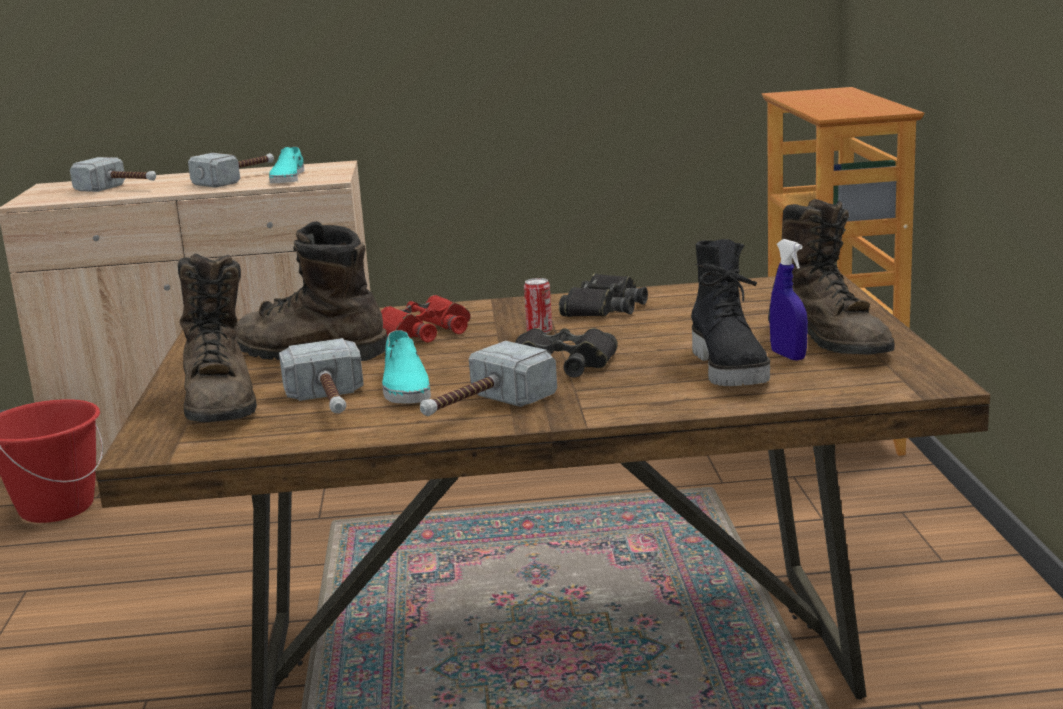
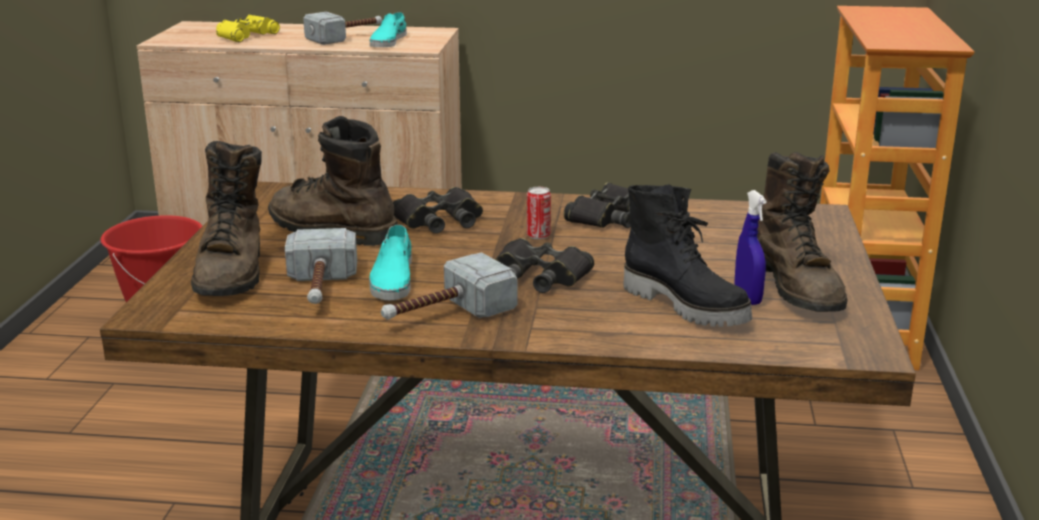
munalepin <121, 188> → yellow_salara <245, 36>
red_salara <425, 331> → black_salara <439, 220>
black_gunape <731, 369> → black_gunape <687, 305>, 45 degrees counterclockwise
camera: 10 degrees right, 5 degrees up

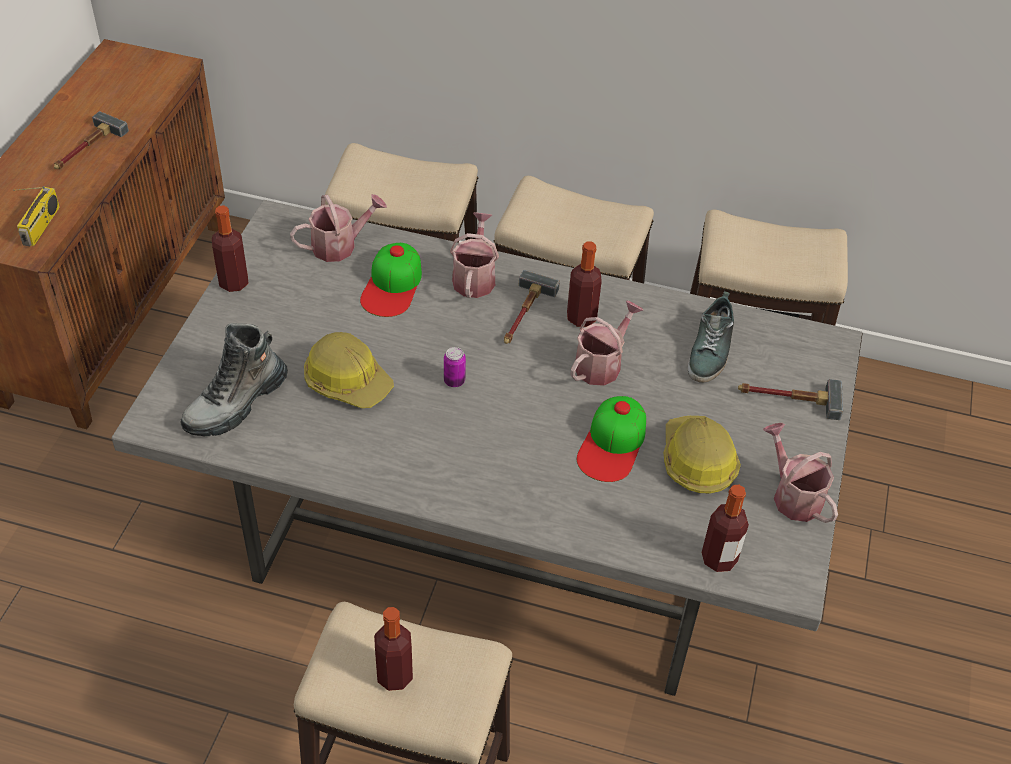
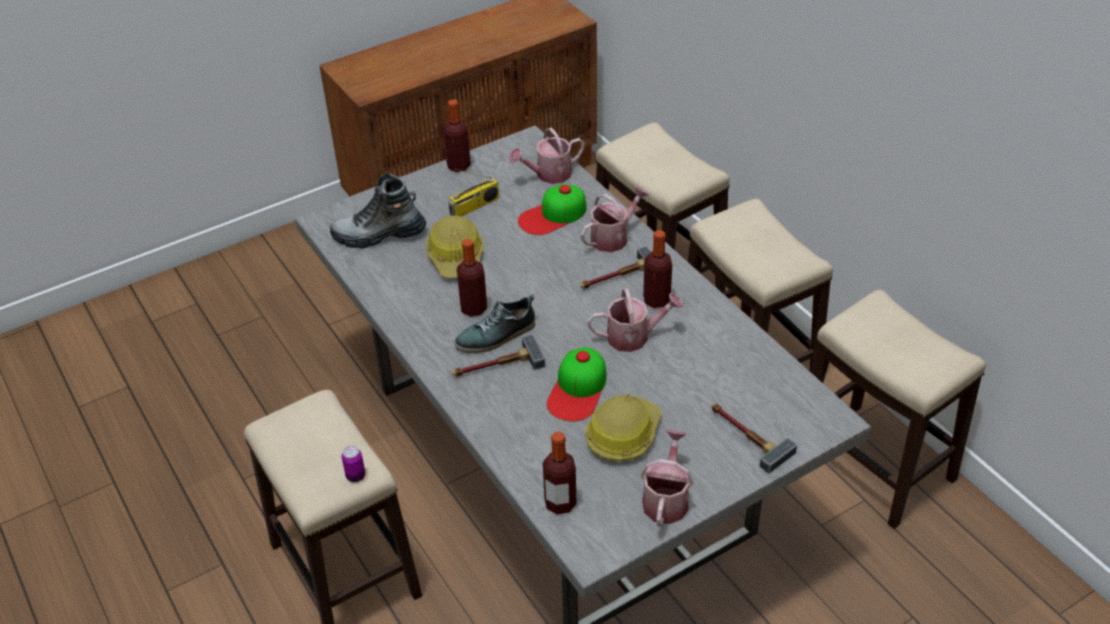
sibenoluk <41, 226> → sibenoluk <474, 207>, relocated
munalepin <86, 148> → munalepin <496, 366>, relocated
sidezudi <340, 245> → sidezudi <549, 175>, 135 degrees clockwise
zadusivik <394, 675> → zadusivik <474, 308>, relocated
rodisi <454, 381> → rodisi <356, 476>, relocated
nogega <612, 444> → nogega <578, 389>, 45 degrees counterclockwise
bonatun <710, 351> → bonatun <496, 336>, relocated
camera: 45 degrees right, 5 degrees down

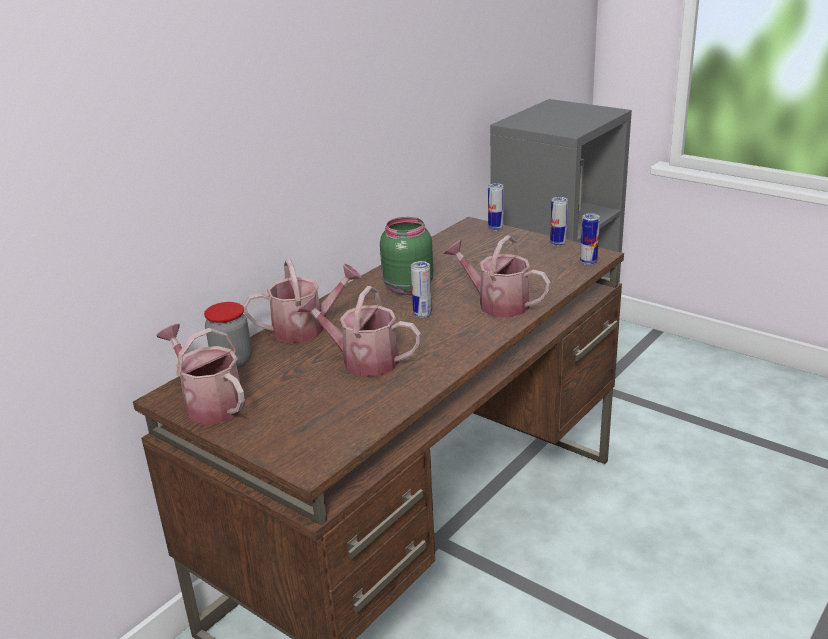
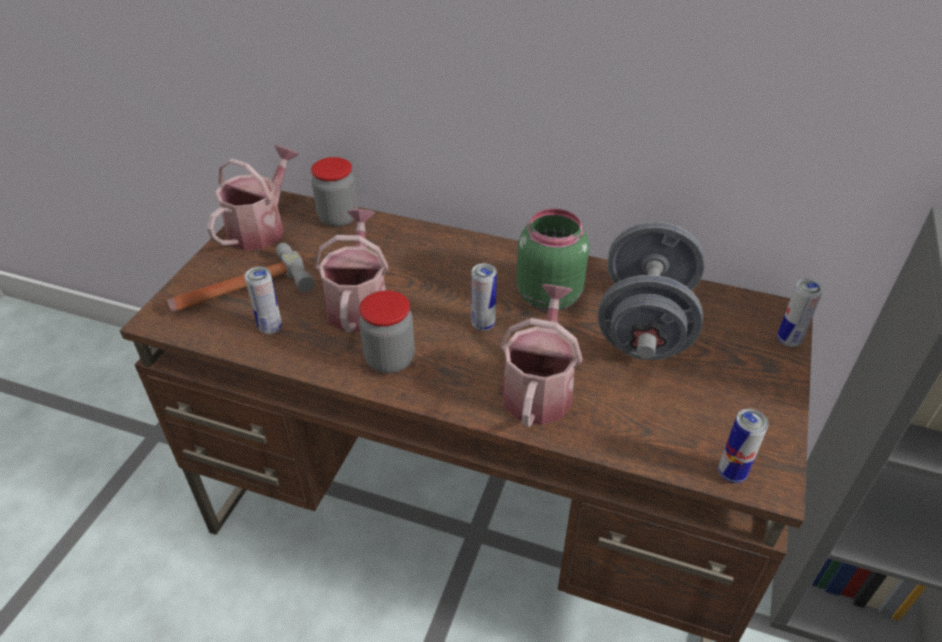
sidezudi <306, 328> → -
rodisi <558, 243> → rodisi <270, 328>, relocated
- → munalepin <239, 291>
- → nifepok <390, 360>
- → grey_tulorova <644, 325>
camera: 70 degrees right, 15 degrees up

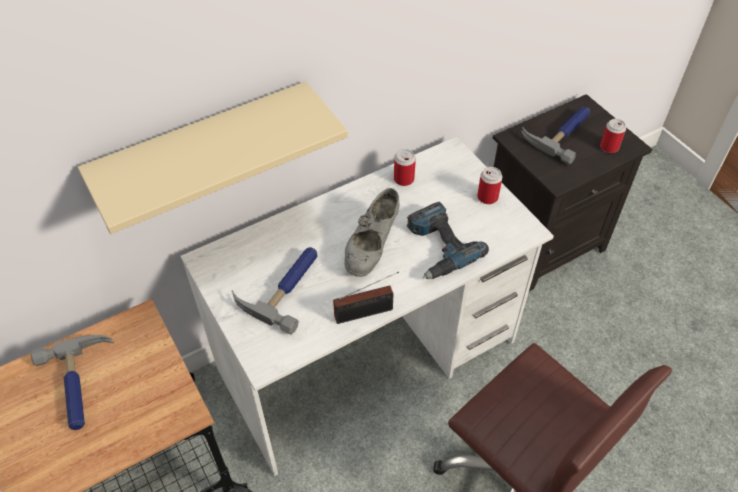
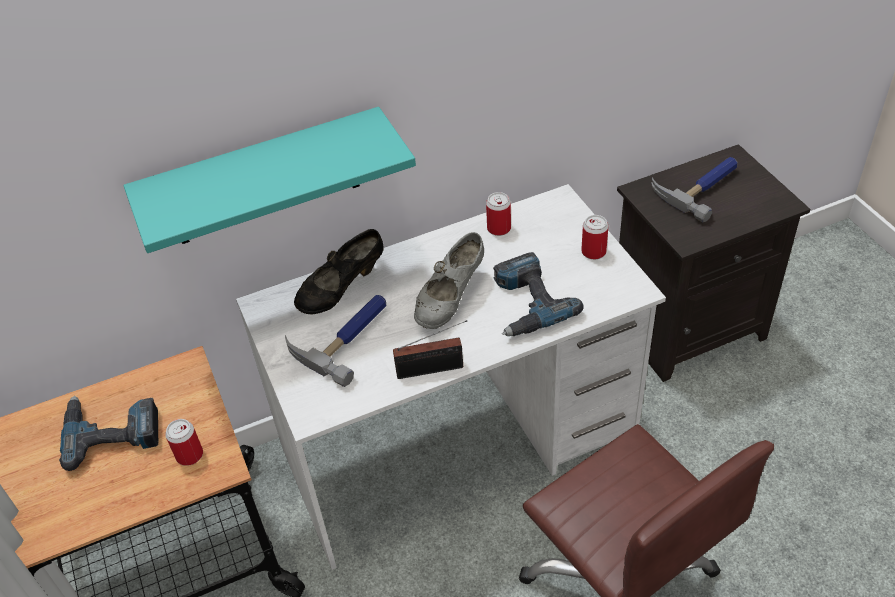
munalepin <79, 385> → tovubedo <112, 430>
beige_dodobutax <204, 151> → turquoise_dodobutax <264, 179>
rodisi <609, 147> → rodisi <189, 455>, relocated
- → black_bonatun <342, 290>
camera: 10 degrees right, 5 degrees down

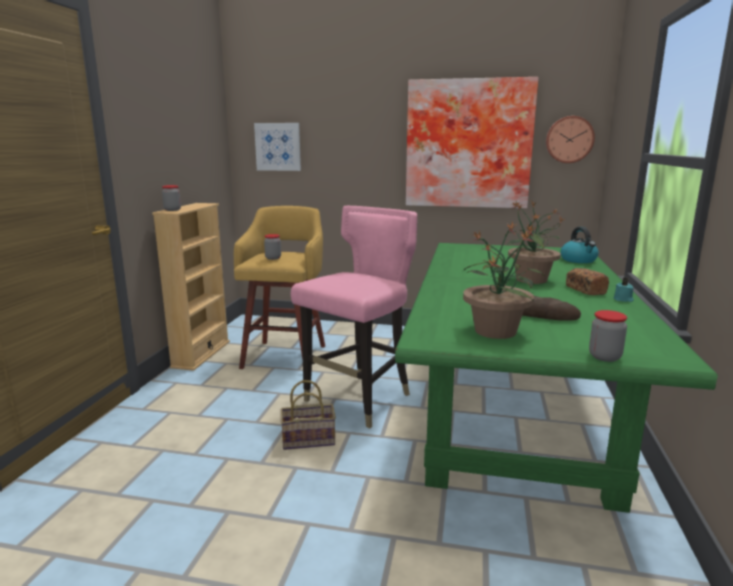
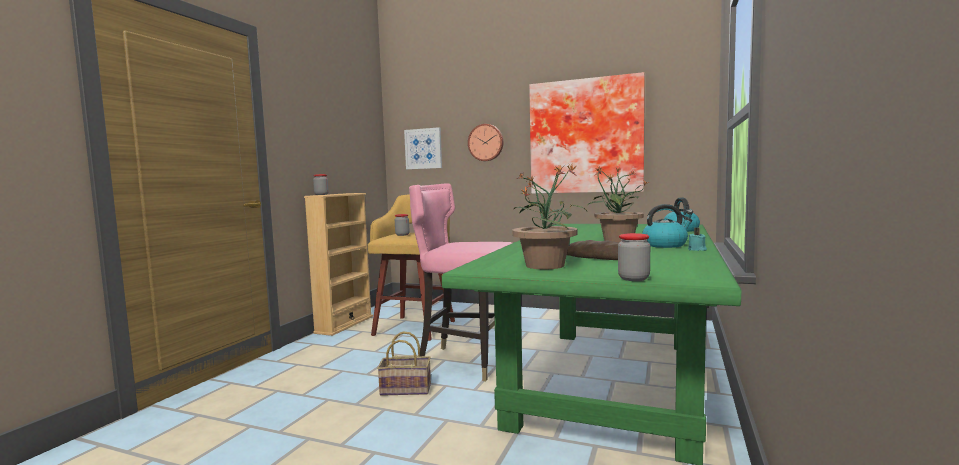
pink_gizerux <359, 400> → pink_gizerux <466, 362>, 120 degrees counterclockwise
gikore <569, 139> → gikore <486, 142>, relocated
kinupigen <585, 290> → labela <665, 245>
camera: 10 degrees right, 10 degrees down

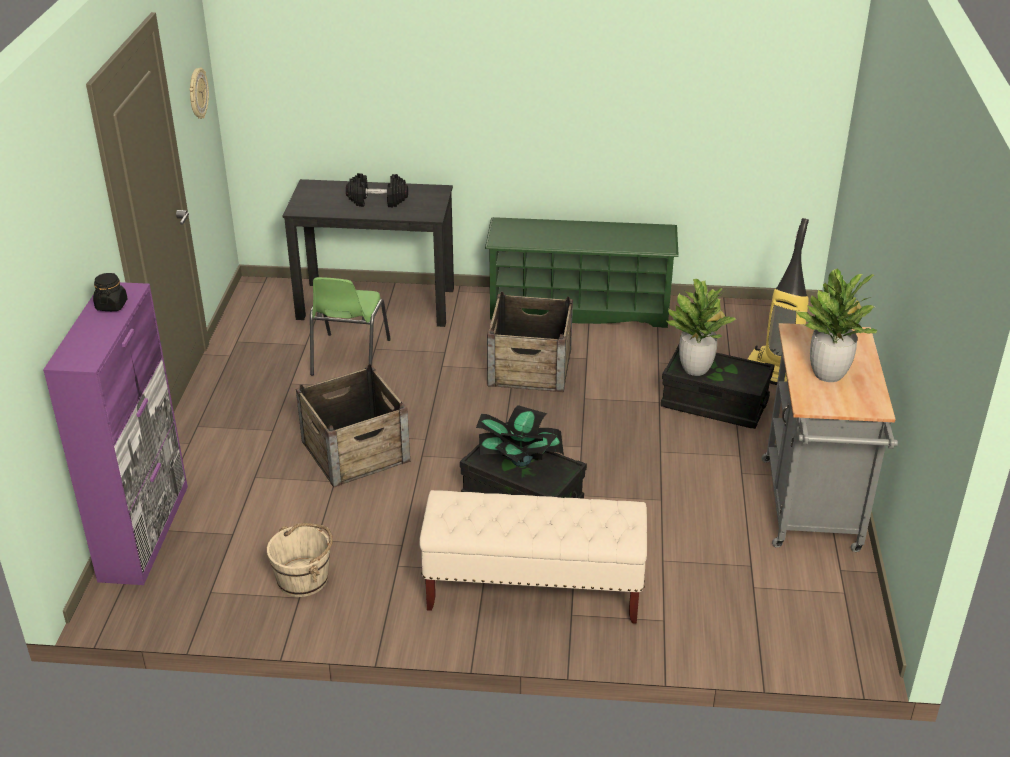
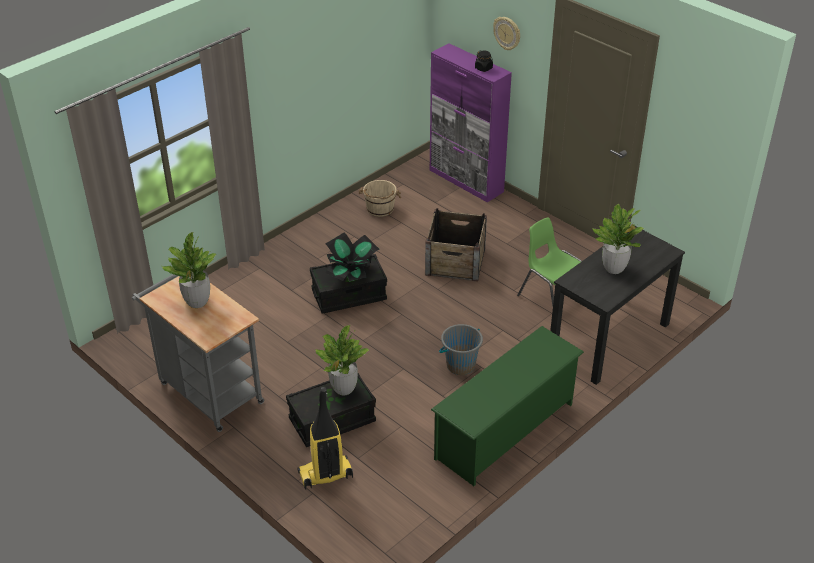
gikore <197, 93> → gikore <507, 33>, relocated
black_tulorova <377, 201> → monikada <614, 268>
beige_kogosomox <533, 590> → -
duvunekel <530, 367> → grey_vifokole <460, 365>
camera: 130 degrees right, 5 degrees up

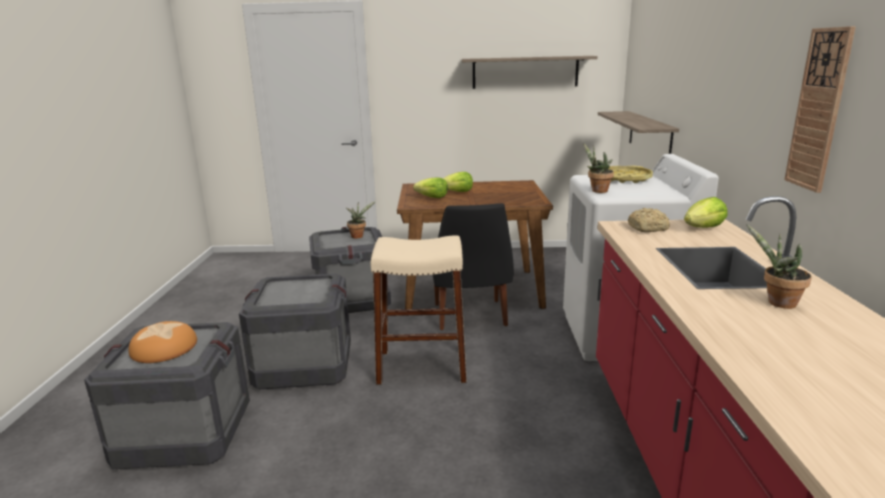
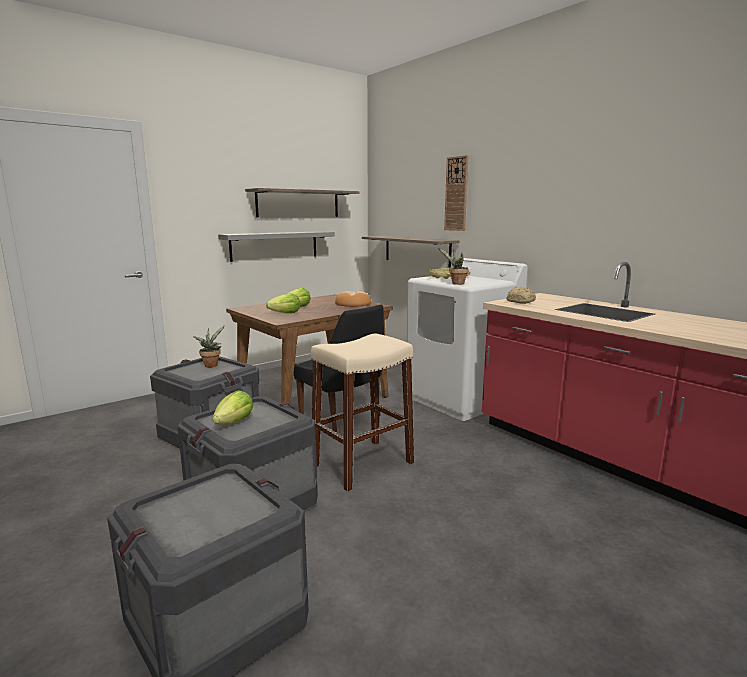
kinupigen <164, 348> → kinupigen <353, 304>, relocated
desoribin <704, 228> → desoribin <234, 422>, relocated
monikada <777, 303> → -
gikore <819, 110> → gikore <456, 194>, relocated
- → grey_dodobutax <274, 245>
camera: 40 degrees left, 5 degrees down

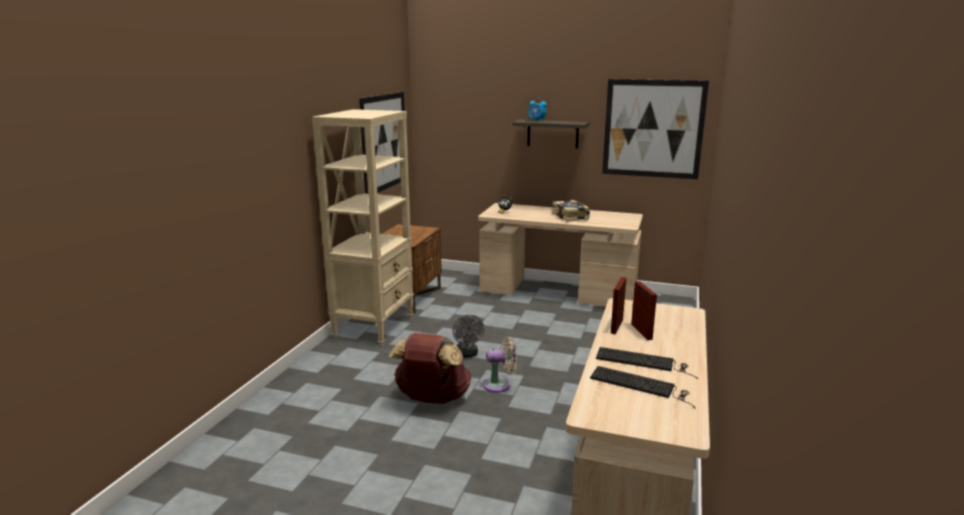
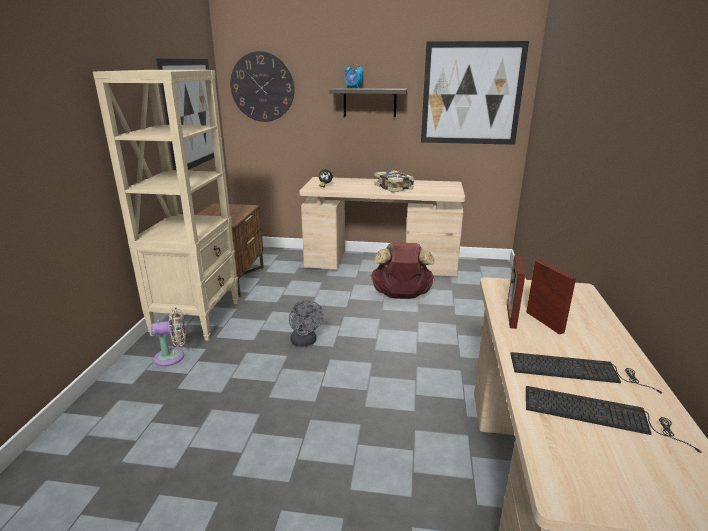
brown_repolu <432, 399> → brown_repolu <401, 296>, relocated
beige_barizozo <500, 385> → beige_barizozo <173, 357>, relocated
- → gikore <262, 87>
camera: 10 degrees left, 5 degrees up

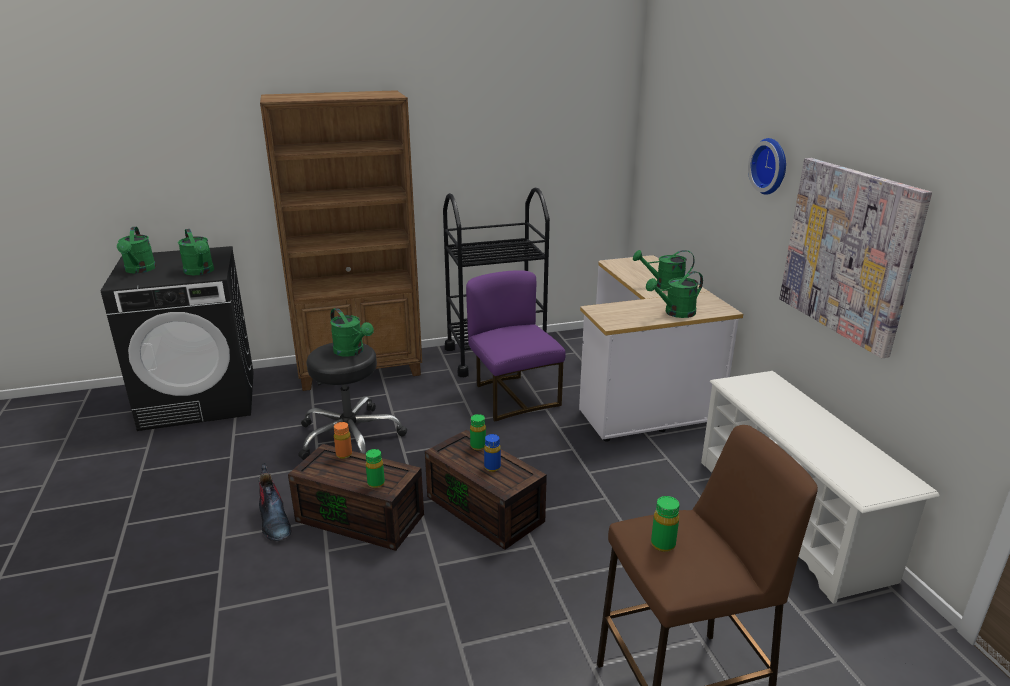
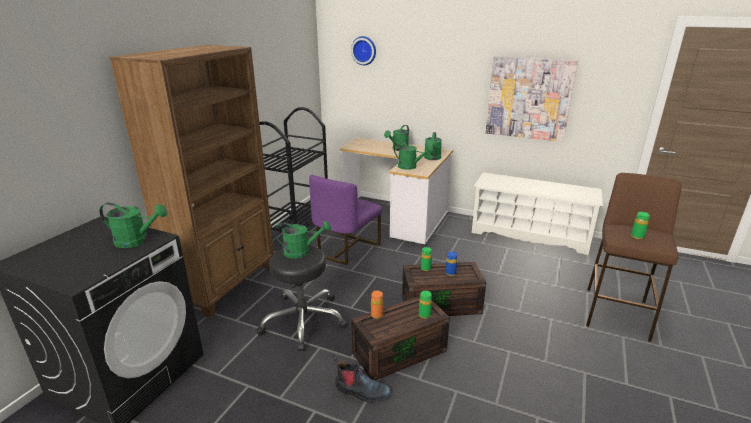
green_sidezudi <139, 270> → green_sidezudi <410, 167>, relocated
purple_gizerux <513, 396> → purple_gizerux <346, 248>, 75 degrees counterclockwise
gikore <771, 166> → gikore <364, 50>, relocated
camera: 50 degrees left, 0 degrees up

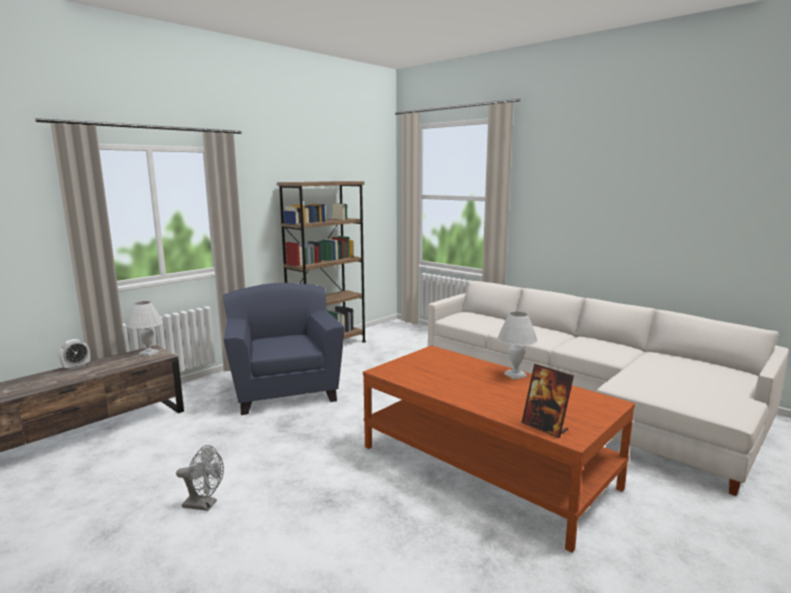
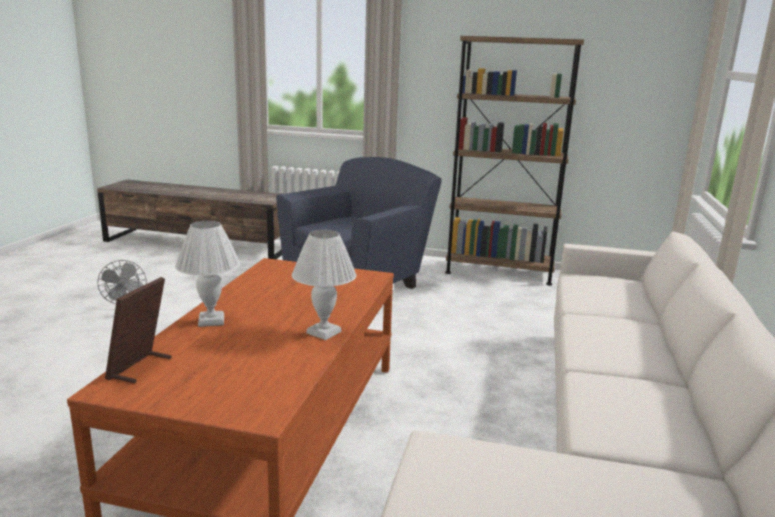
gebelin <76, 367> → -
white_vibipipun <148, 354> → white_vibipipun <210, 321>, relocated
camera: 60 degrees right, 5 degrees up

